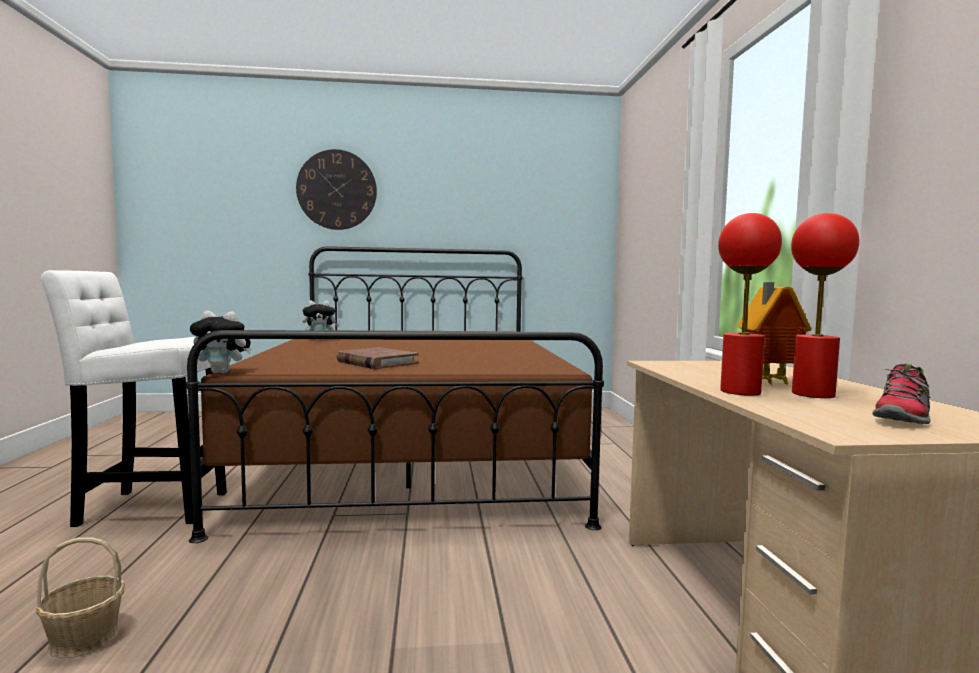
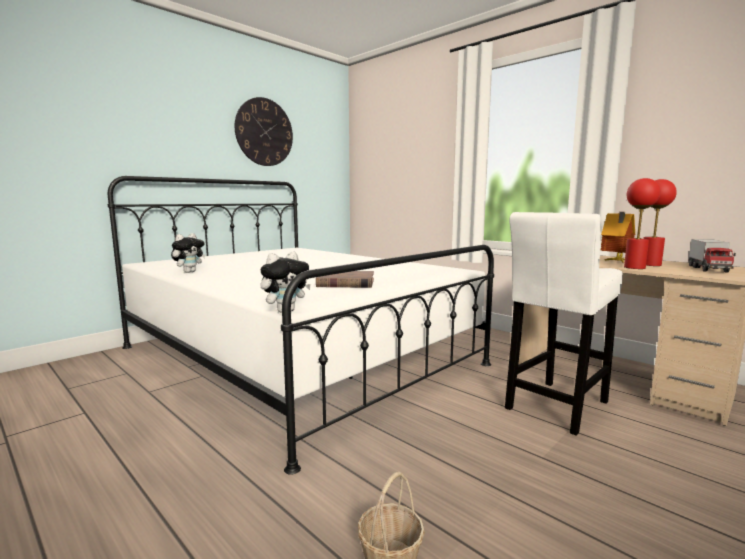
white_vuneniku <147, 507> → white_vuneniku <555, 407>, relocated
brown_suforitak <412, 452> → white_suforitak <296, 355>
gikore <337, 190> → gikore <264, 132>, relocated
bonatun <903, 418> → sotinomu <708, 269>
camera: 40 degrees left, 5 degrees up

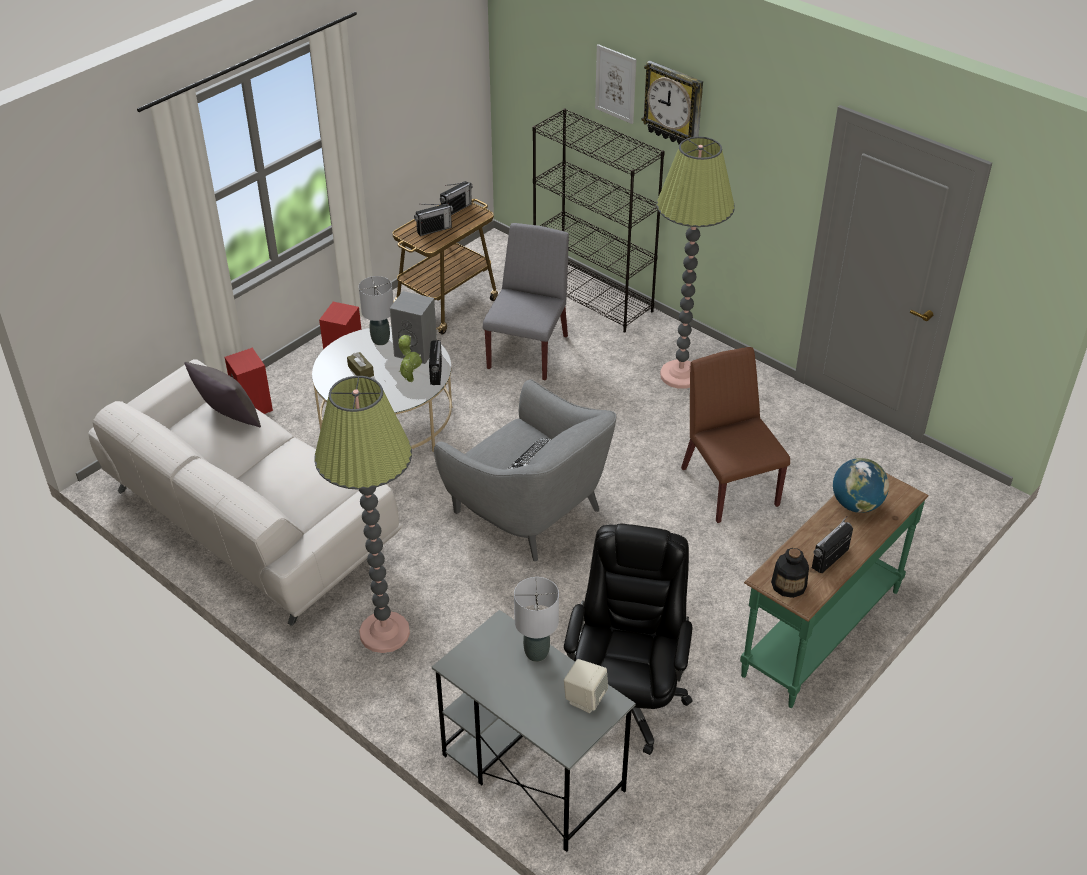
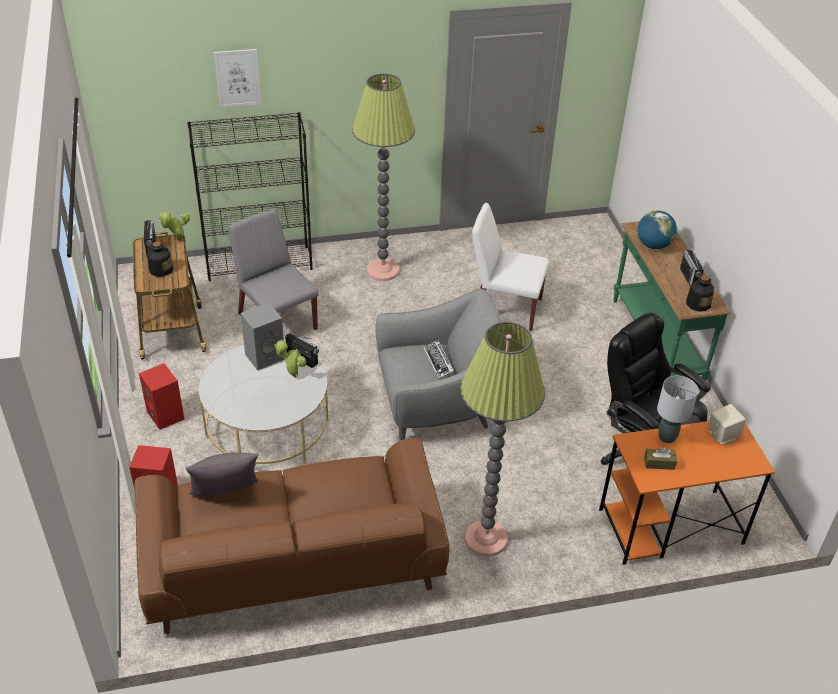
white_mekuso <248, 521> → brown_mekuso <292, 562>
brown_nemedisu <360, 371> → brown_nemedisu <659, 463>, relocated
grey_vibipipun <381, 340> → -
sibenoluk <434, 229> → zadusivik <161, 270>
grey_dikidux <531, 772> → orange_dikidux <669, 527>
gikore <674, 105> → -
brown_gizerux <728, 486> → white_gizerux <504, 308>
- → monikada <177, 240>
camera: 55 degrees left, 0 degrees up

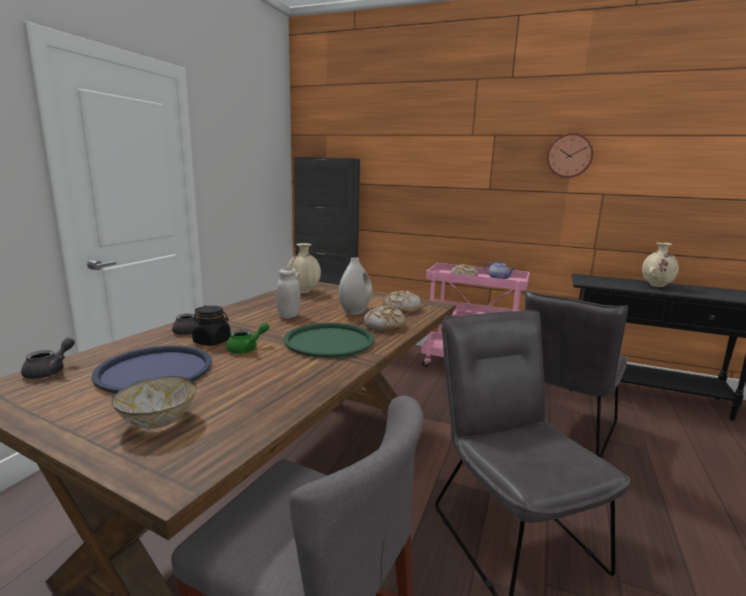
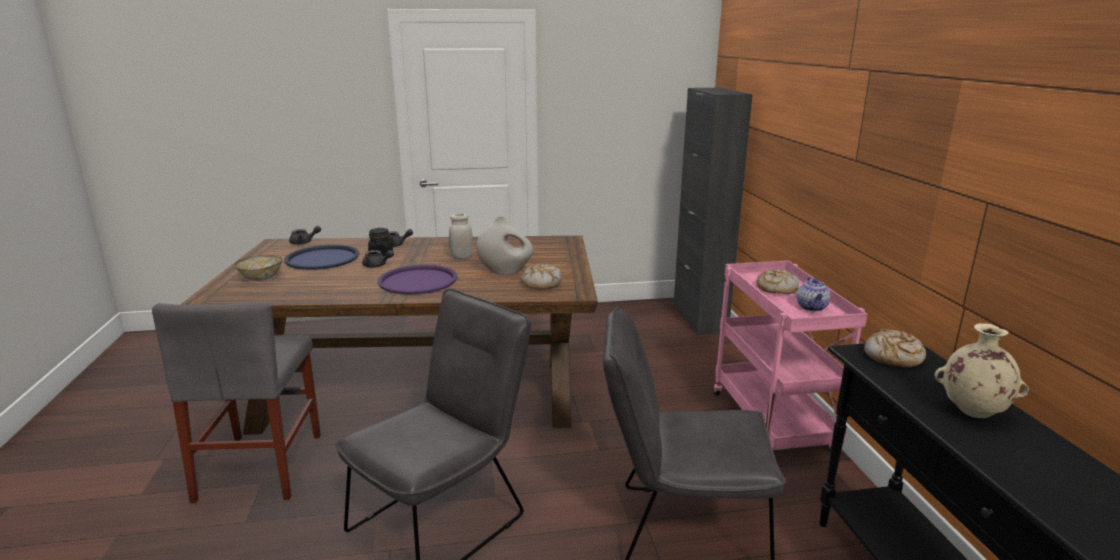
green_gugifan <247, 349> → grey_gugifan <377, 266>
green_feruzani <329, 341> → purple_feruzani <418, 281>
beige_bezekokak <303, 292> → -
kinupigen <383, 325> → kinupigen <893, 357>, relocated
gikore <569, 155> → -
camera: 60 degrees right, 5 degrees up

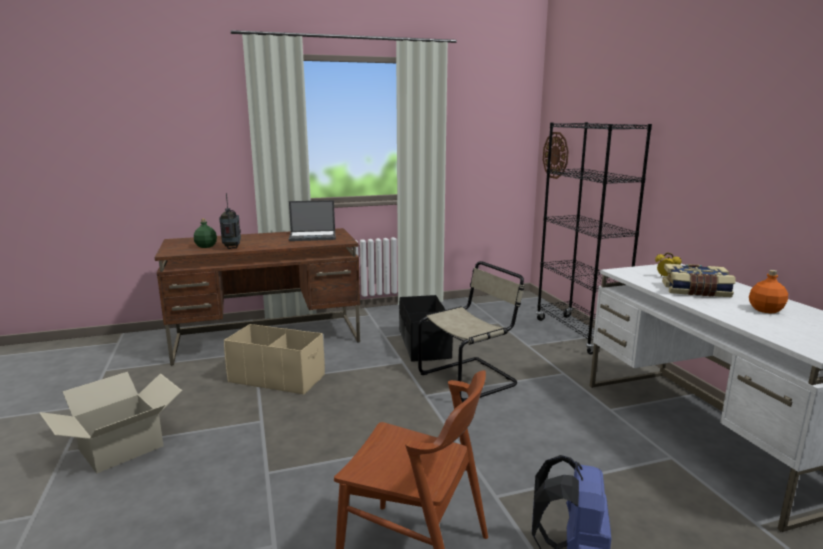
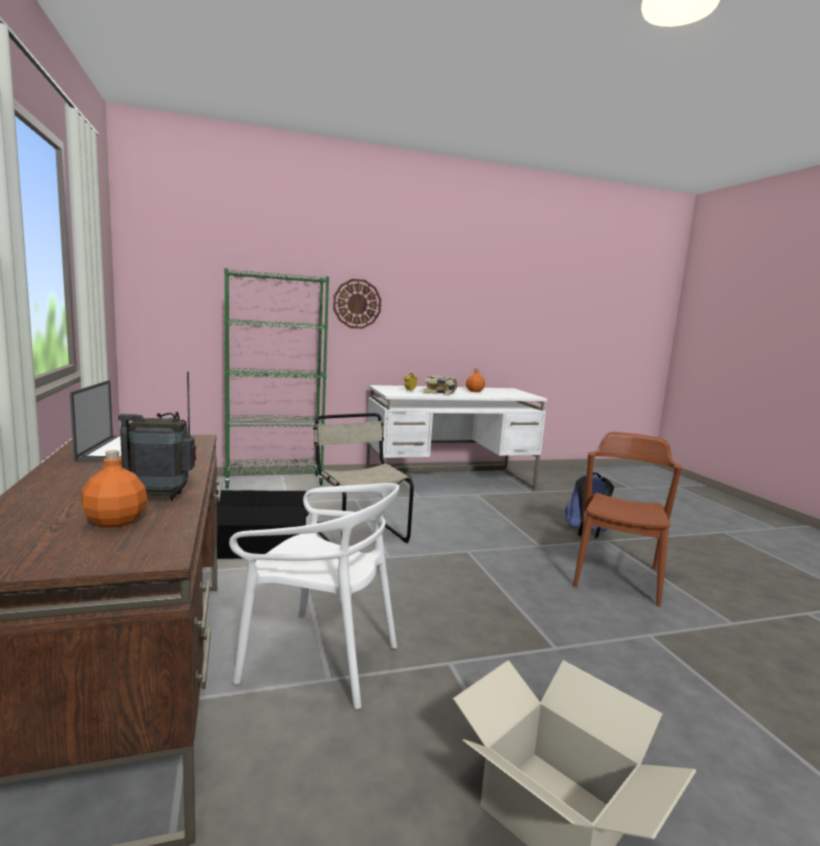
green_zadusivik <206, 246> → orange_zadusivik <116, 521>
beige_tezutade <277, 378> → white_gizerux <320, 659>
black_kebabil <578, 334> → green_kebabil <274, 481>
gikore <556, 155> → gikore <357, 304>, relocated
camera: 90 degrees left, 5 degrees down

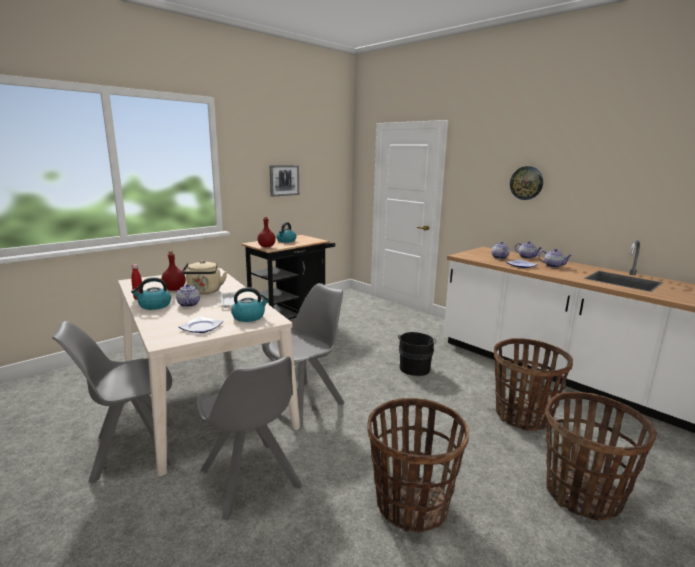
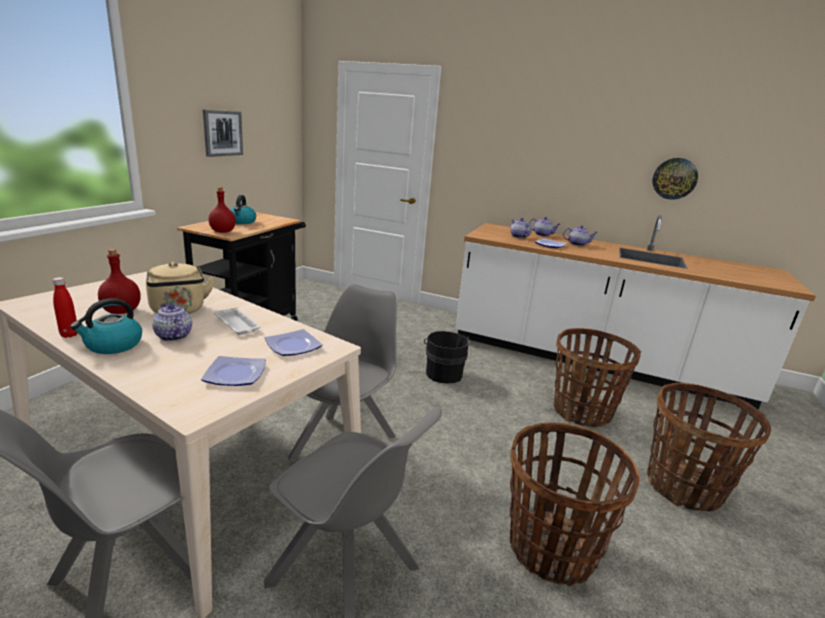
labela <249, 317> → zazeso <292, 346>
gikore <526, 183> → gikore <674, 178>, relocated
camera: 25 degrees left, 5 degrees up

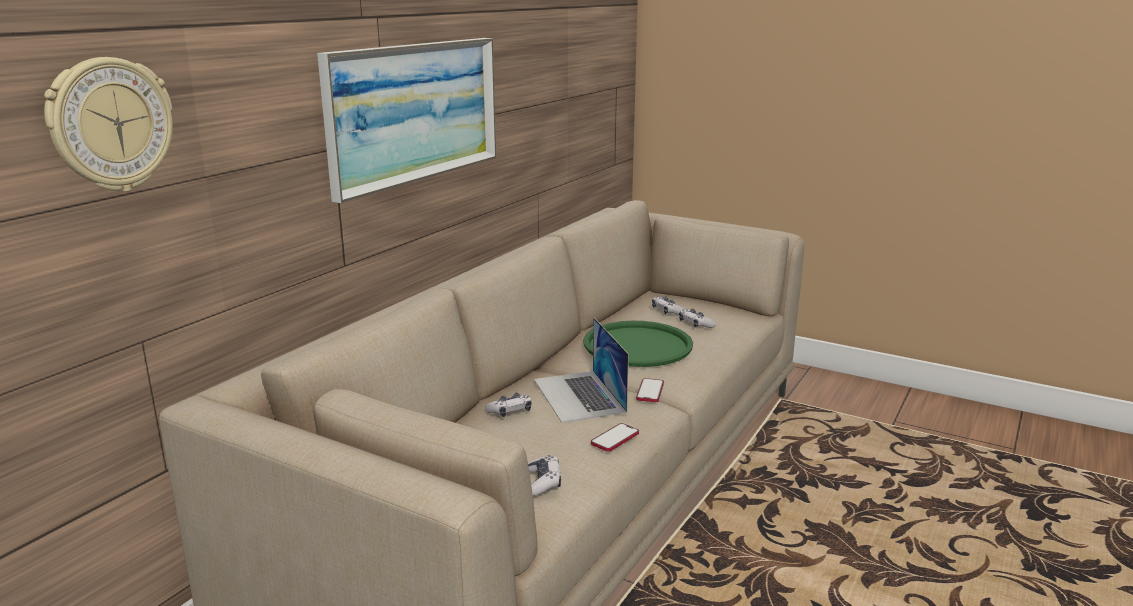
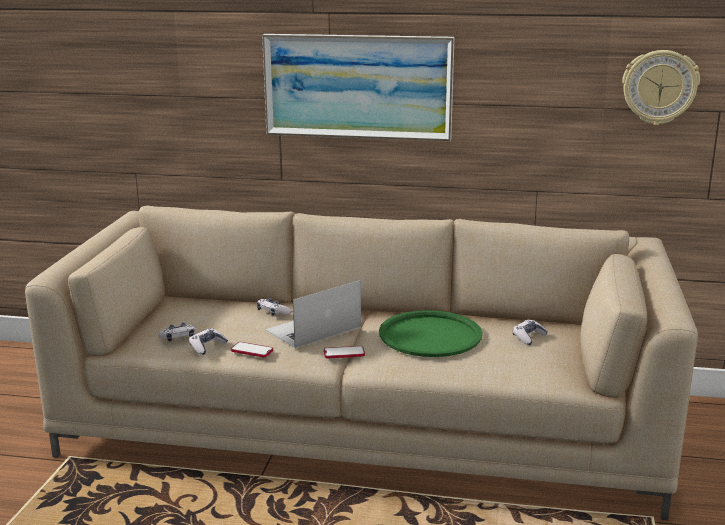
gikore <111, 125> → gikore <659, 87>, relocated
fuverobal <695, 324> → fuverobal <207, 346>, relocated
camera: 70 degrees right, 0 degrees up

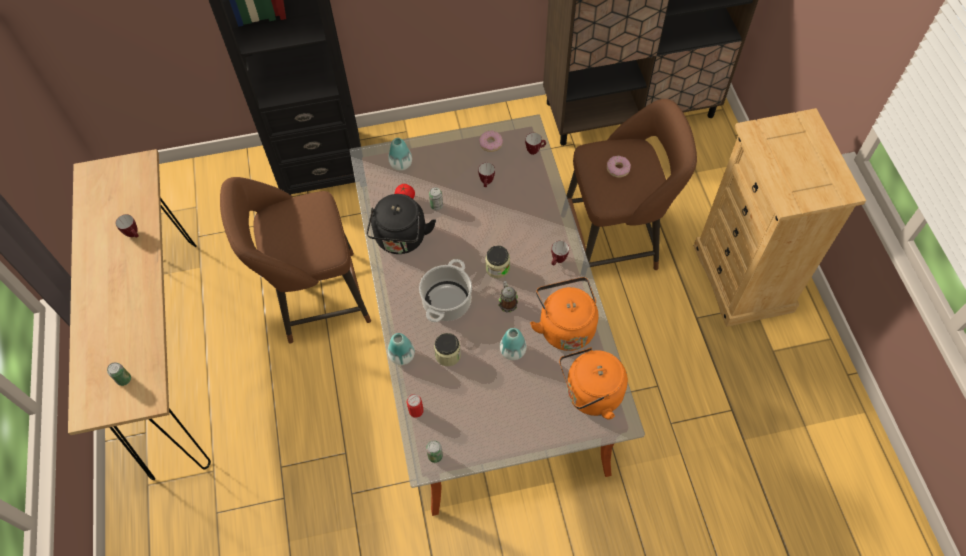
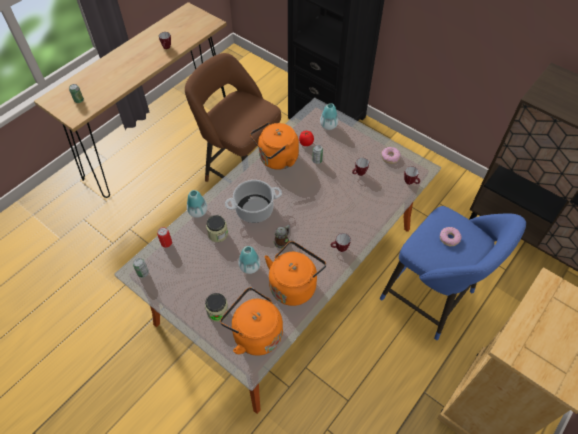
black_labela <401, 240> → orange_labela <276, 159>
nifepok <497, 268> → nifepok <218, 312>, relocated
brown_vuneniku <615, 241> → blue_vuneniku <431, 299>
camera: 50 degrees right, 5 degrees down

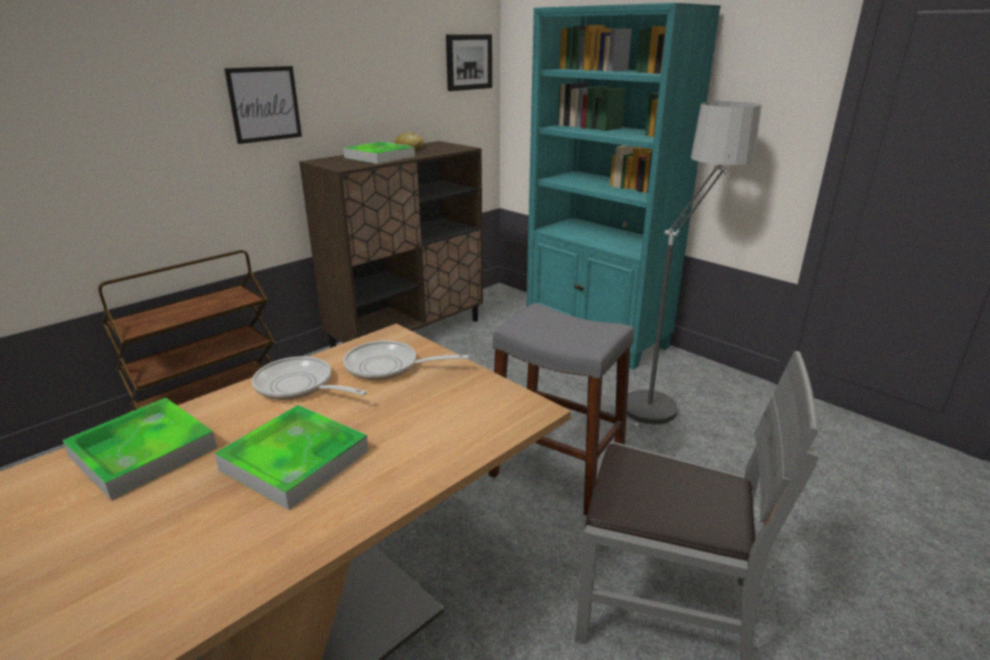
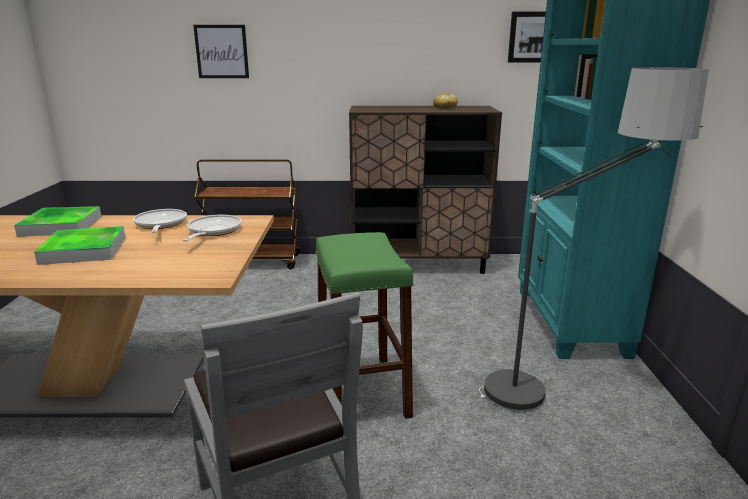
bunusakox <264, 104> → bunusakox <221, 51>, relocated
feruzani <379, 157> → -
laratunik <388, 367> → laratunik <212, 231>, 45 degrees clockwise
grey_vuneniku <556, 473> → green_vuneniku <362, 391>
camera: 45 degrees right, 5 degrees down

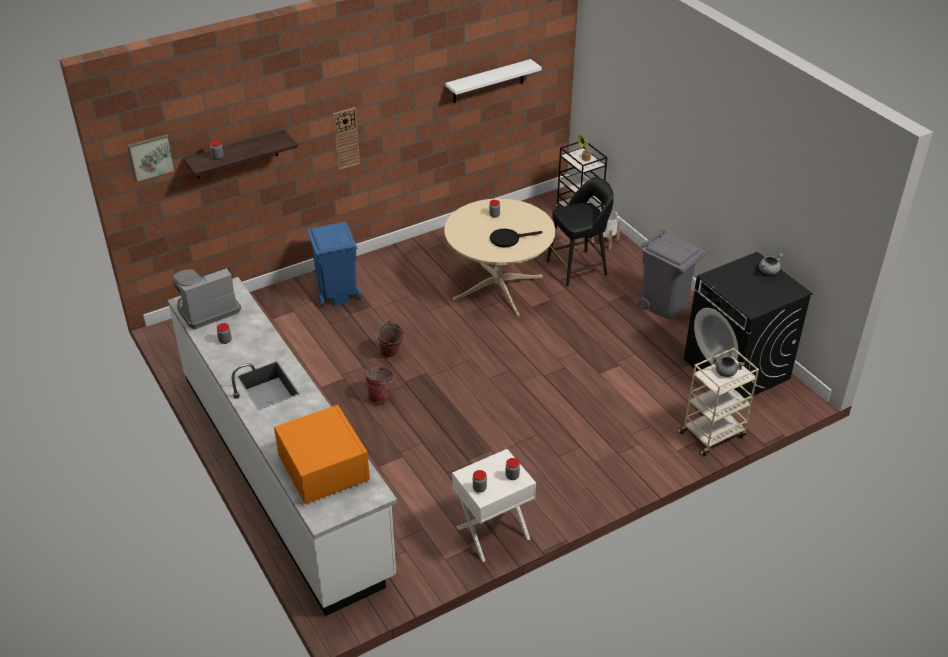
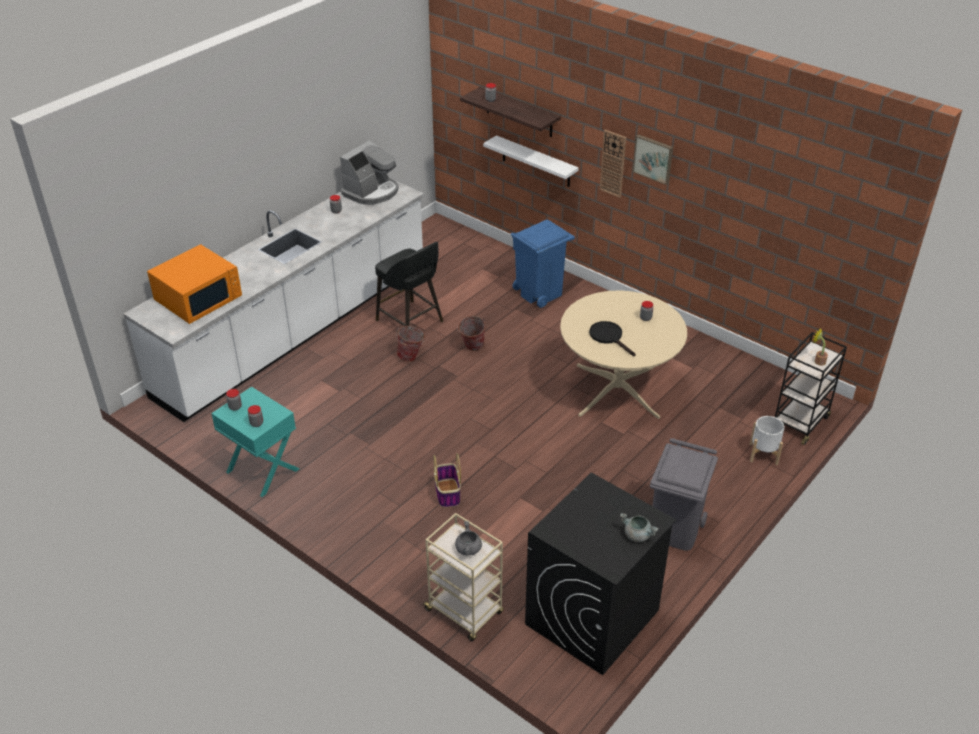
bunusakox <151, 157> → bunusakox <653, 158>, relocated
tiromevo <207, 309> → tiromevo <371, 192>, 90 degrees clockwise
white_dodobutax <488, 81> → white_dodobutax <536, 162>, relocated
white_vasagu <493, 533> → turquoise_vasagu <262, 471>
black_vuneniku <578, 268> → black_vuneniku <410, 322>, relocated
- → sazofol <447, 493>
camera: 70 degrees right, 0 degrees up

